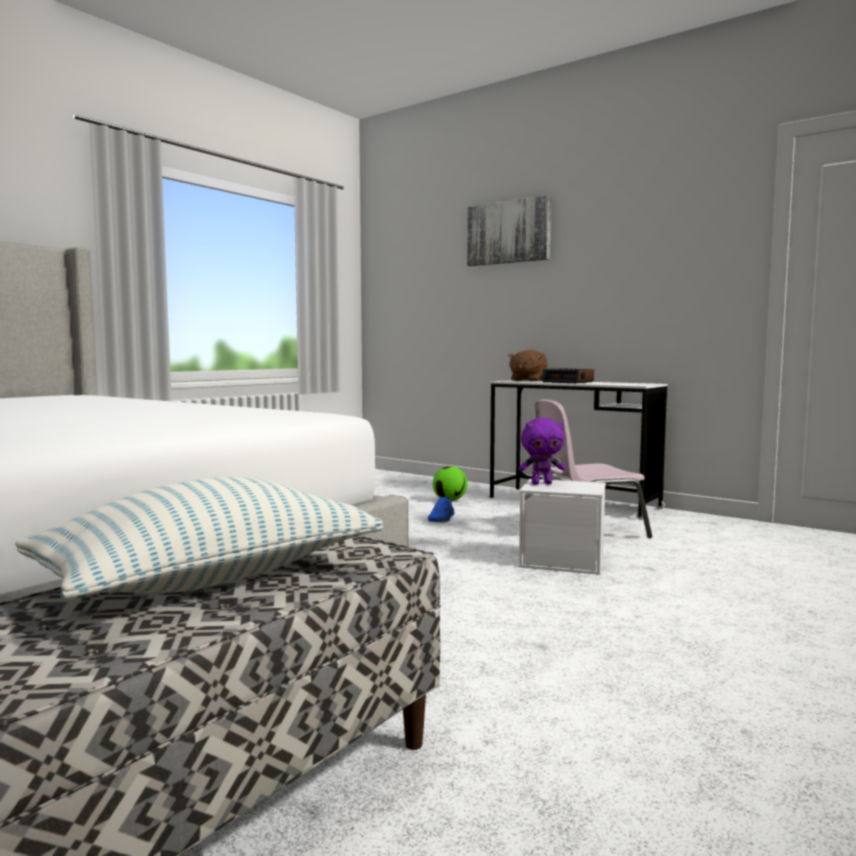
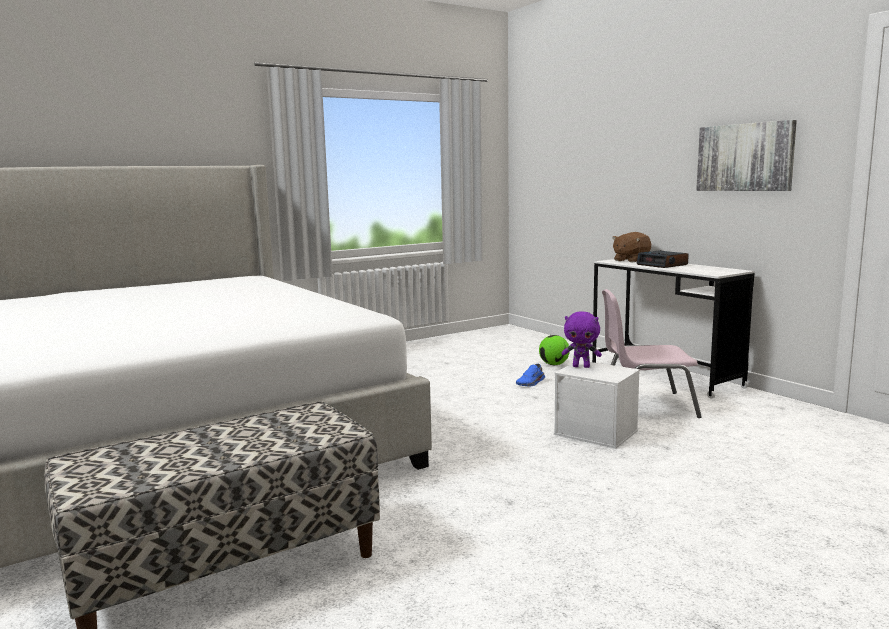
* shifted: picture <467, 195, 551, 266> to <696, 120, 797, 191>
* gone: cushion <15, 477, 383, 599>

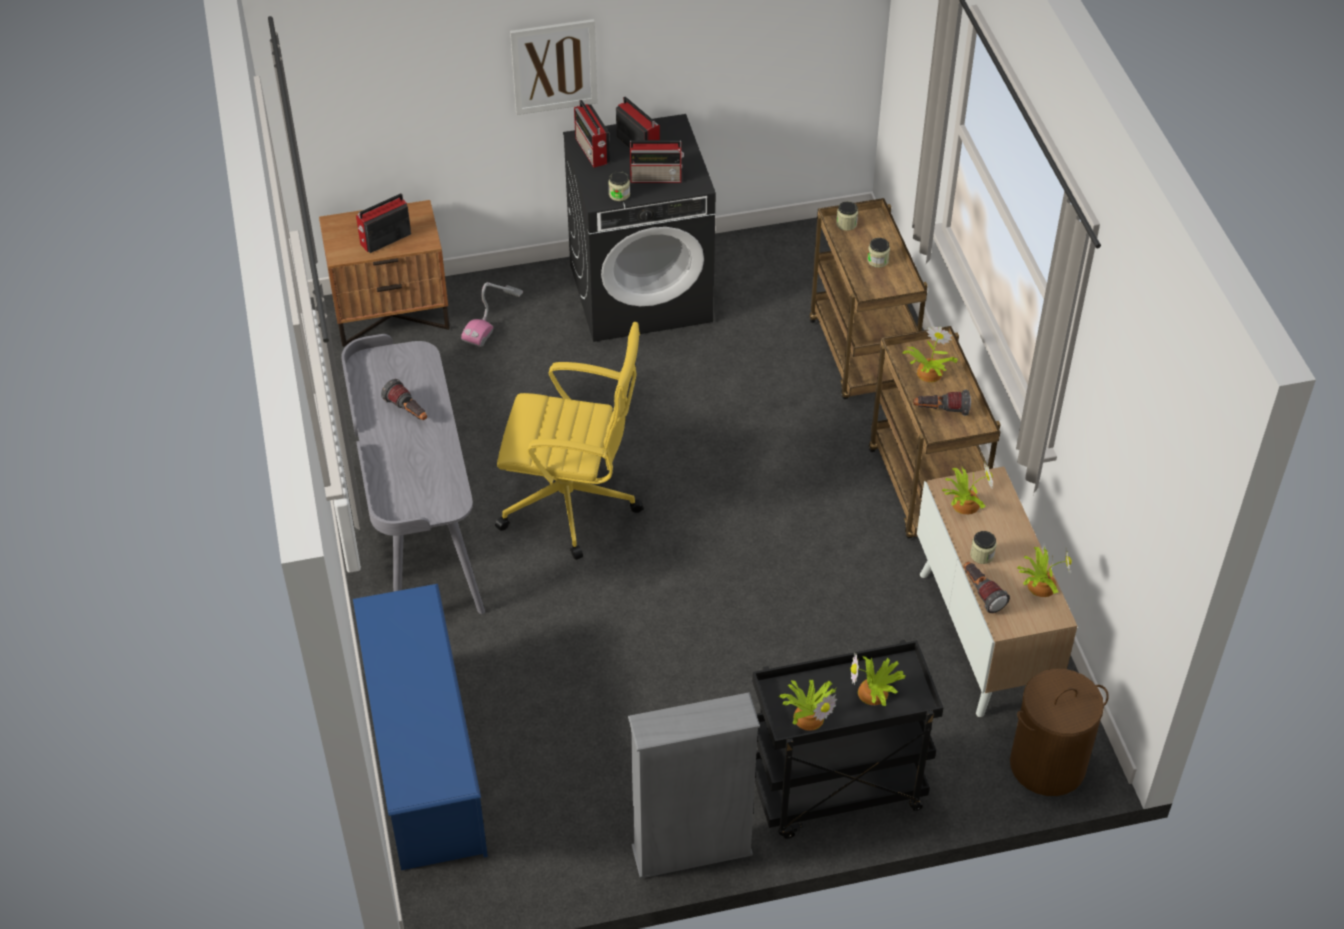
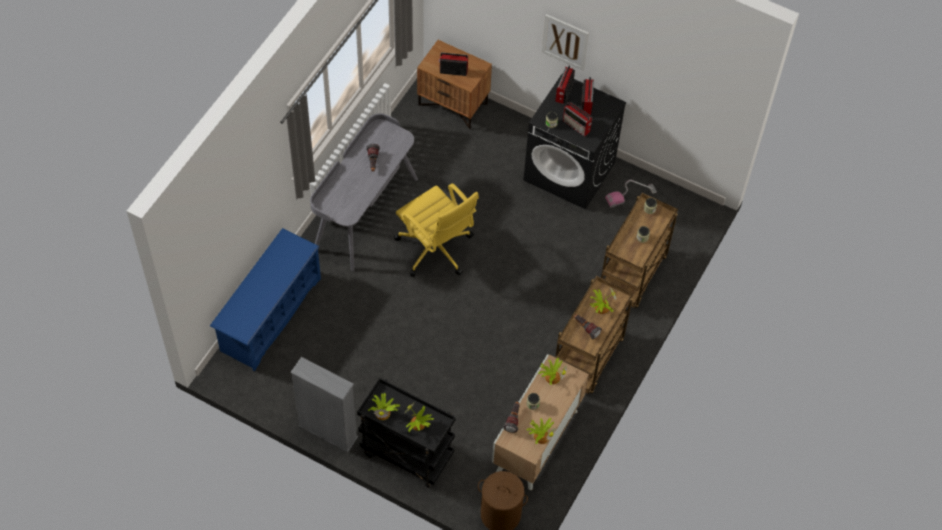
* shifted: vacuum cleaner <461, 282, 523, 347> to <605, 180, 657, 208>

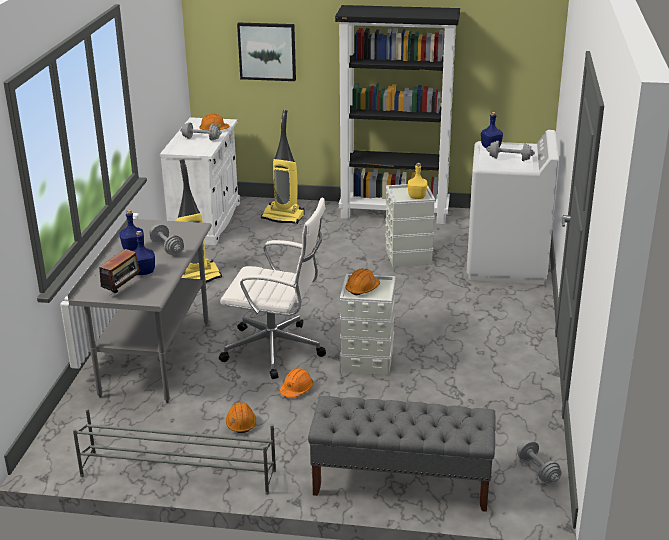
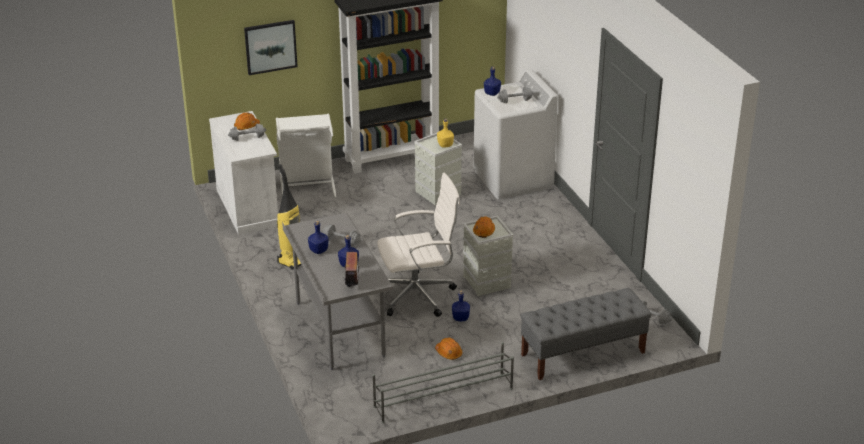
* swapped: vacuum cleaner <261, 110, 305, 224> to washing basket/whitish <276, 114, 336, 197>
* swapped: safety helmet/orange-coloured <280, 368, 313, 398> to beverage bottle/blue-coloured <452, 291, 470, 321>

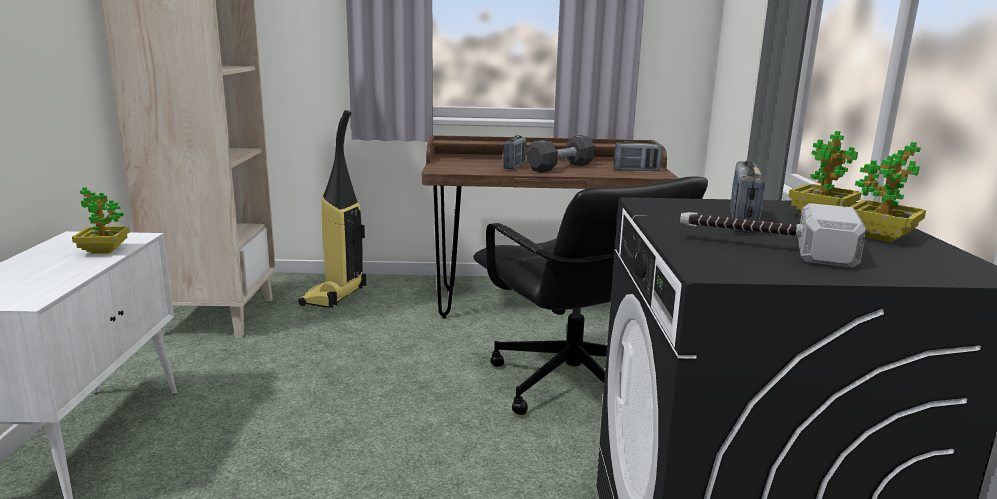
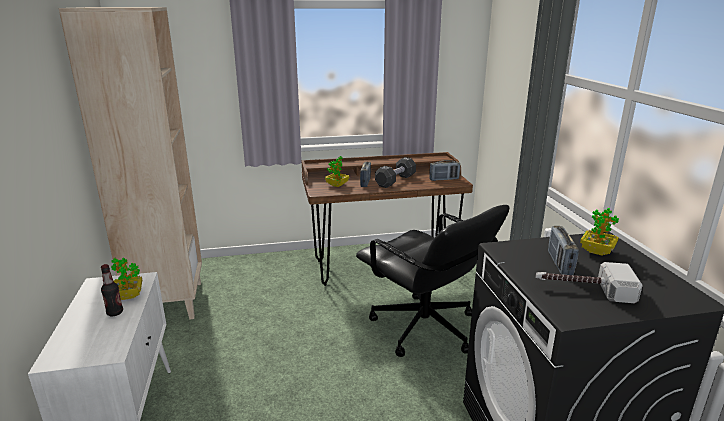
* gone: vacuum cleaner <298, 110, 366, 308>
* shifted: houseplant <850, 142, 926, 242> to <325, 156, 349, 187>
* new: beverage bottle <101, 264, 123, 316>

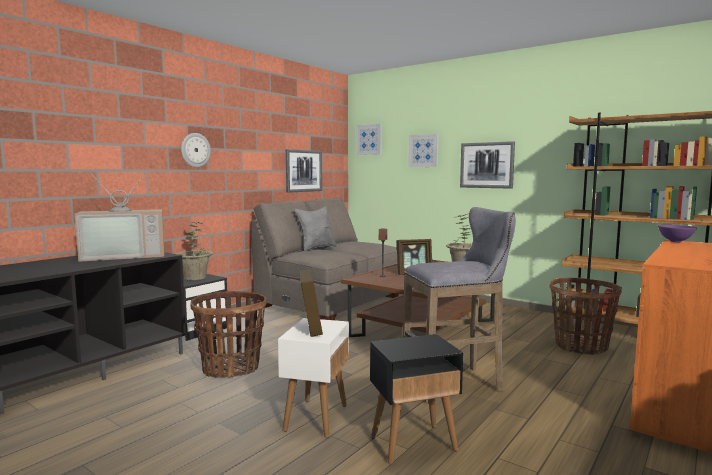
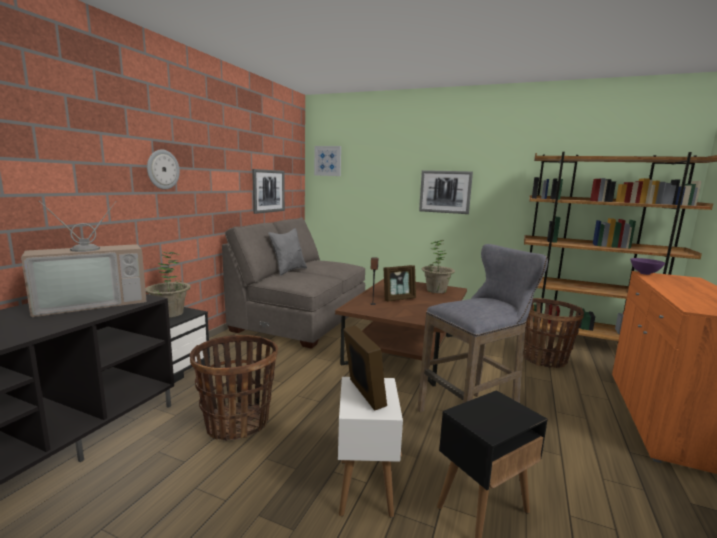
* gone: picture <408, 134, 439, 167>

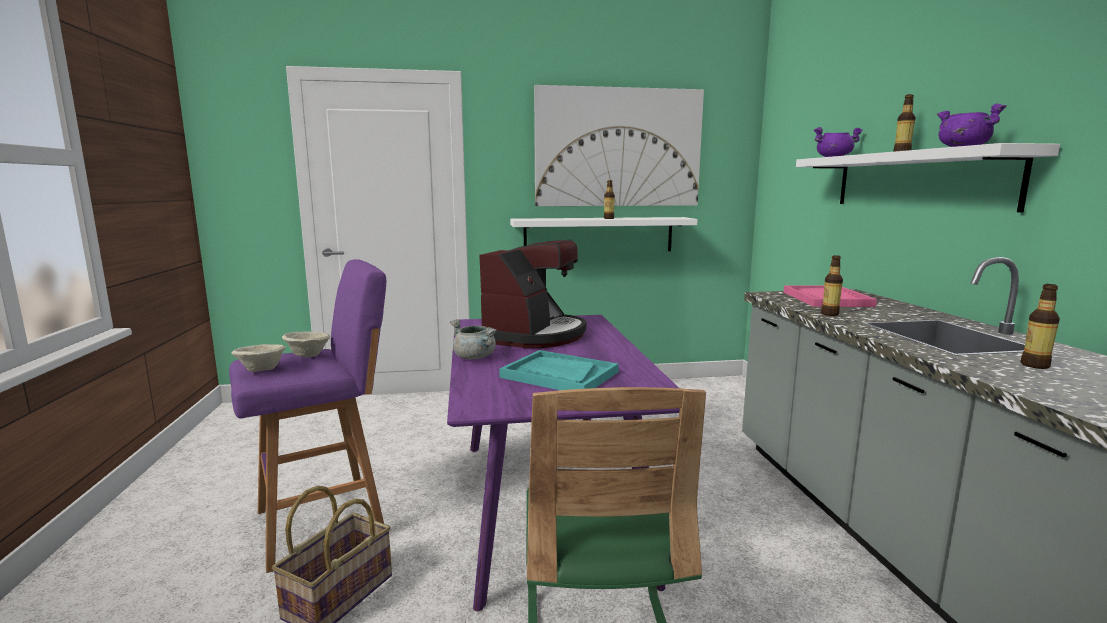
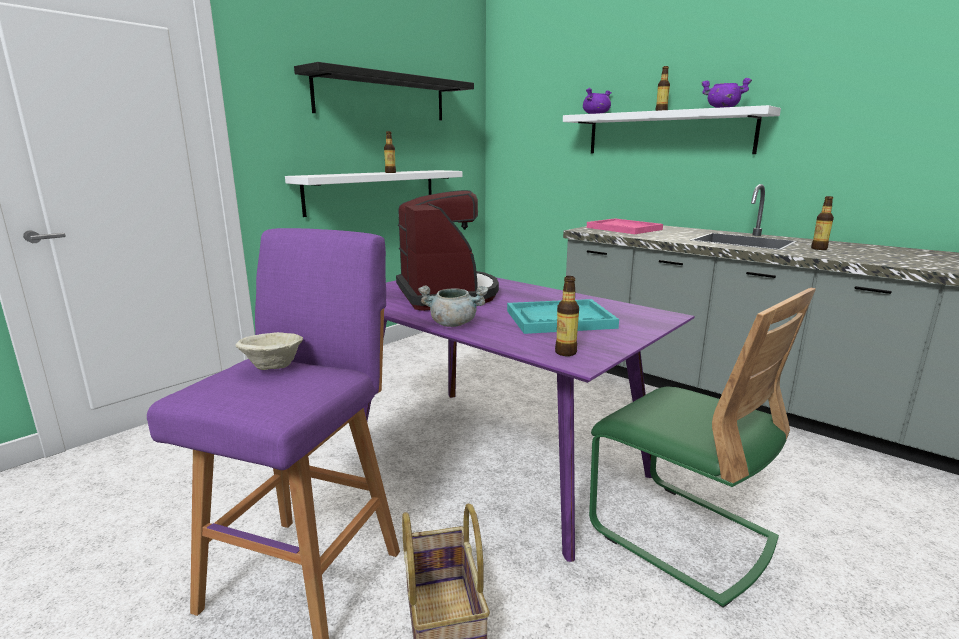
* swapped: picture <534, 85, 704, 206> to wall shelf/black-coloured <294, 62, 474, 120>
* shifted: beverage bottle <821, 255, 843, 316> to <555, 276, 579, 356>
* gone: bowl/beige <232, 344, 286, 372>

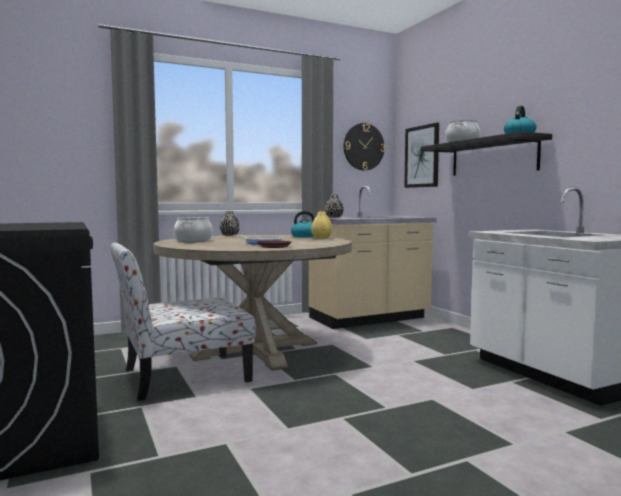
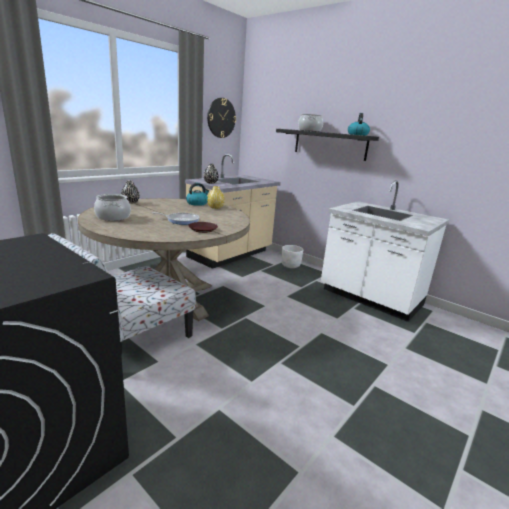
* gone: picture <404, 123, 439, 188>
* new: planter/whitish <281, 245, 303, 268>

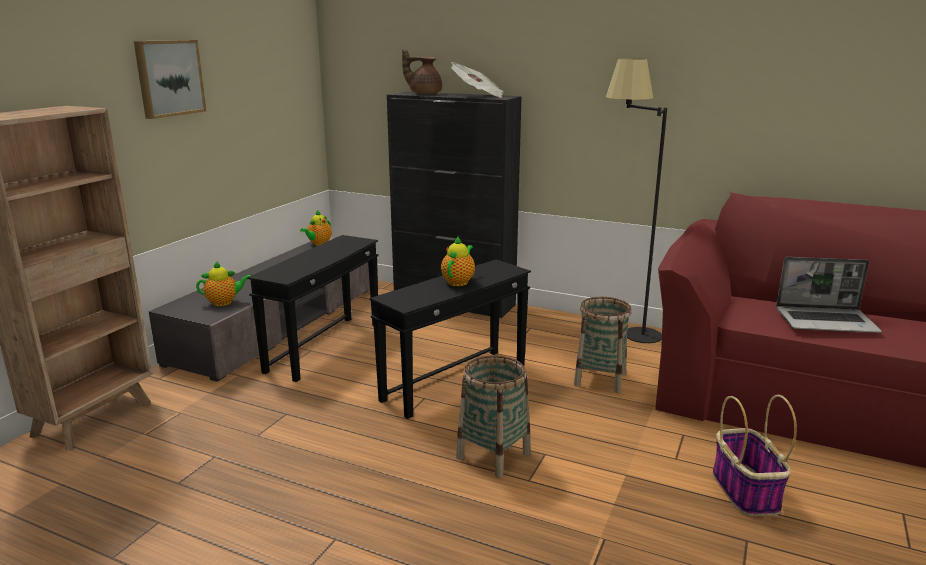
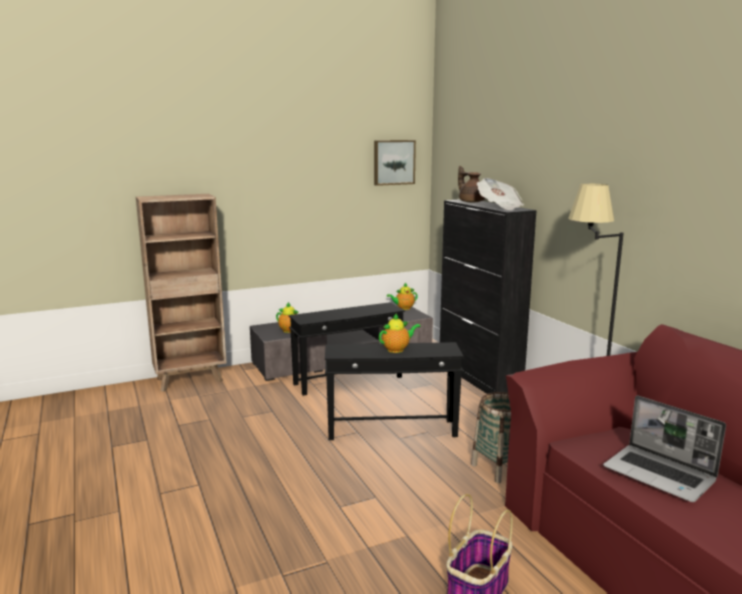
* shifted: picture <134, 40, 206, 119> to <374, 140, 416, 186>
* gone: household basket <456, 355, 531, 478>

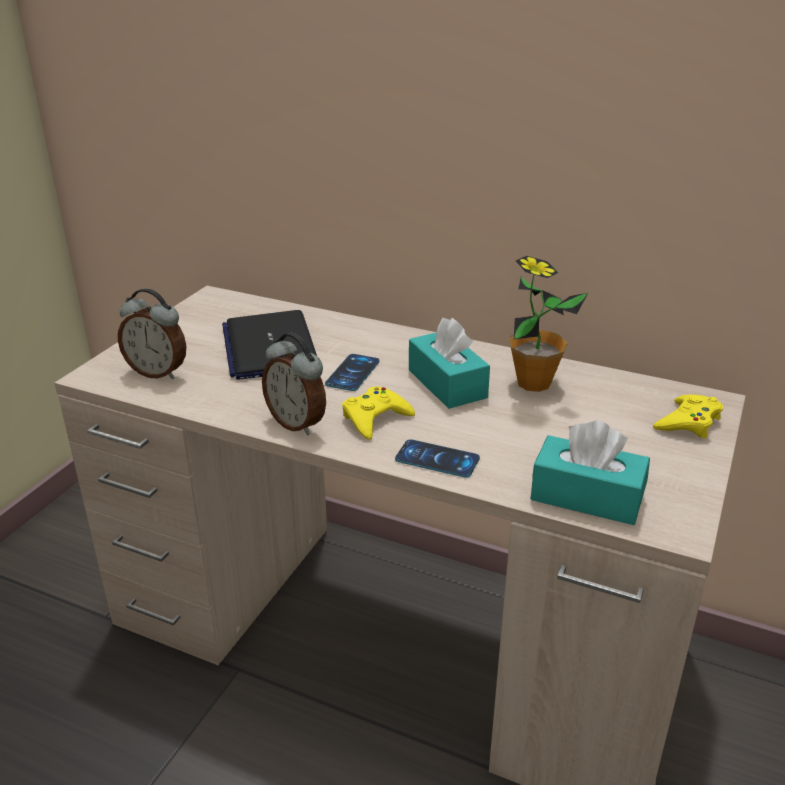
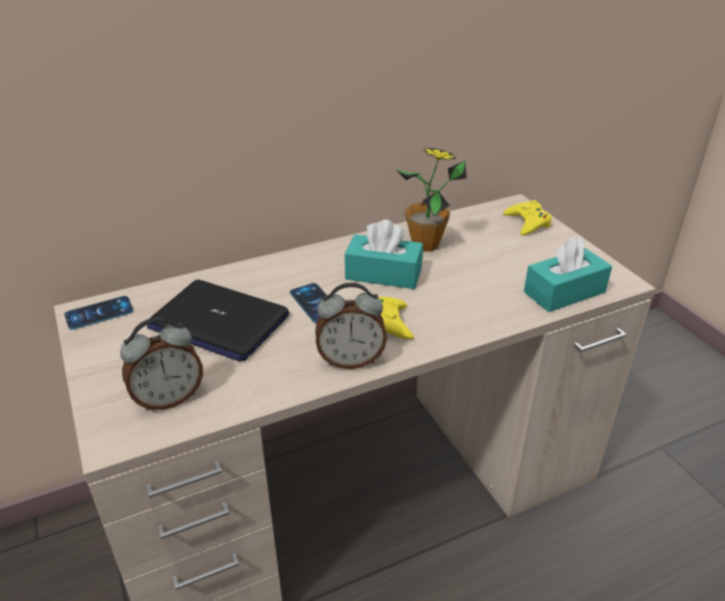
* shifted: phone <395, 439, 480, 477> to <64, 296, 134, 330>

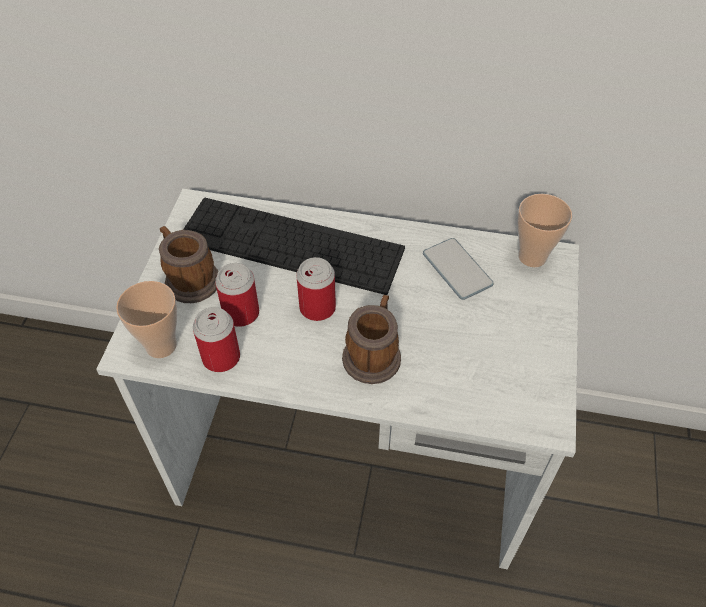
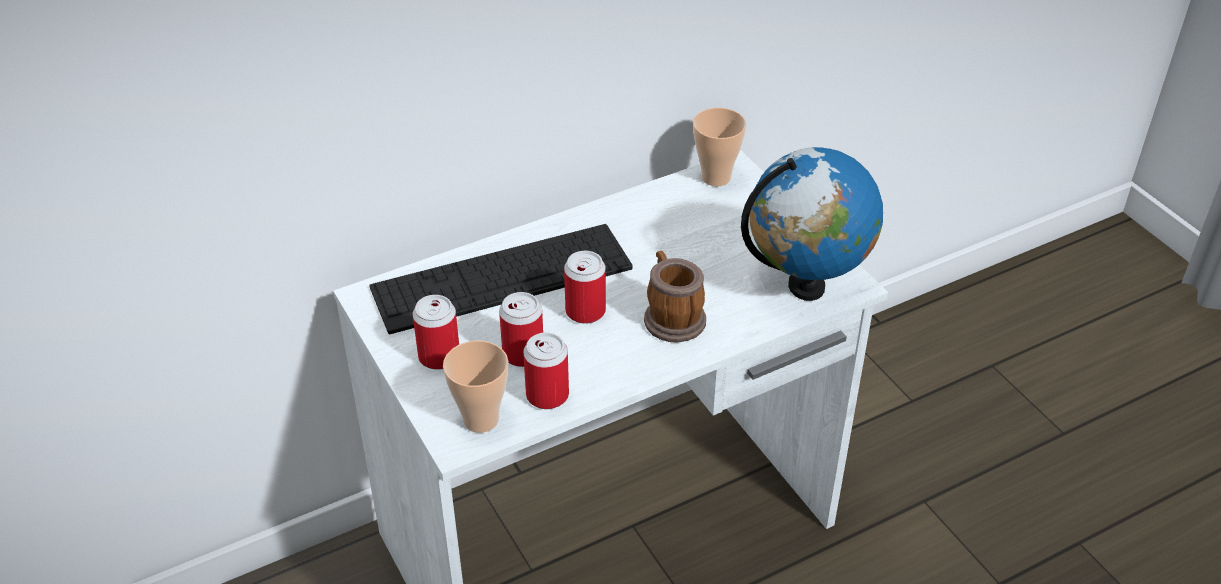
* swapped: coffee mug <159, 226, 218, 303> to can <413, 295, 459, 370>
* gone: phone <423, 238, 494, 300>
* new: world globe <741, 147, 883, 301>

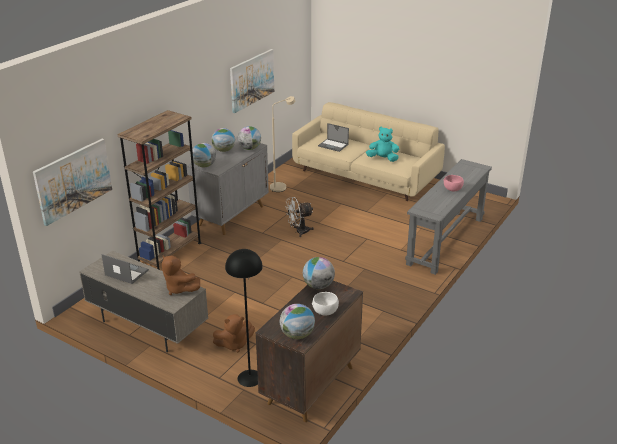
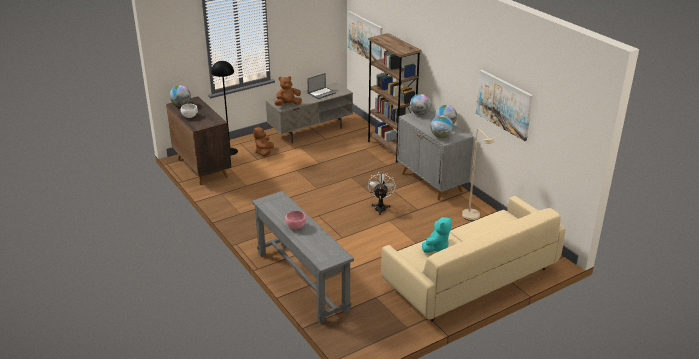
* gone: notebook computer <318, 123, 349, 152>
* gone: world globe <303, 257, 335, 289>

